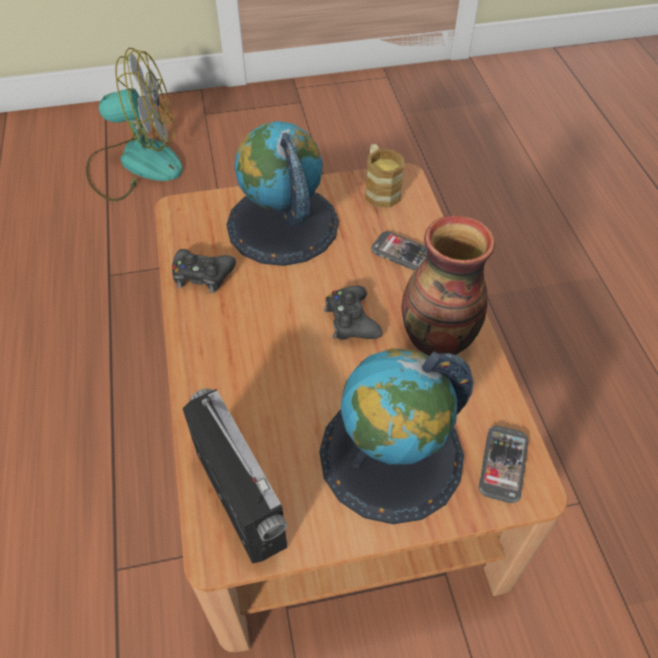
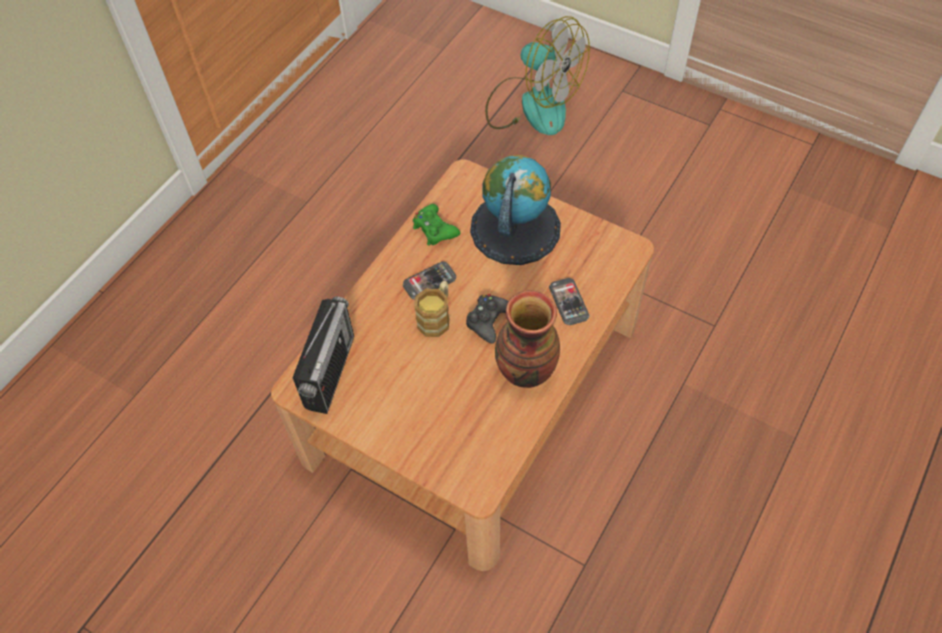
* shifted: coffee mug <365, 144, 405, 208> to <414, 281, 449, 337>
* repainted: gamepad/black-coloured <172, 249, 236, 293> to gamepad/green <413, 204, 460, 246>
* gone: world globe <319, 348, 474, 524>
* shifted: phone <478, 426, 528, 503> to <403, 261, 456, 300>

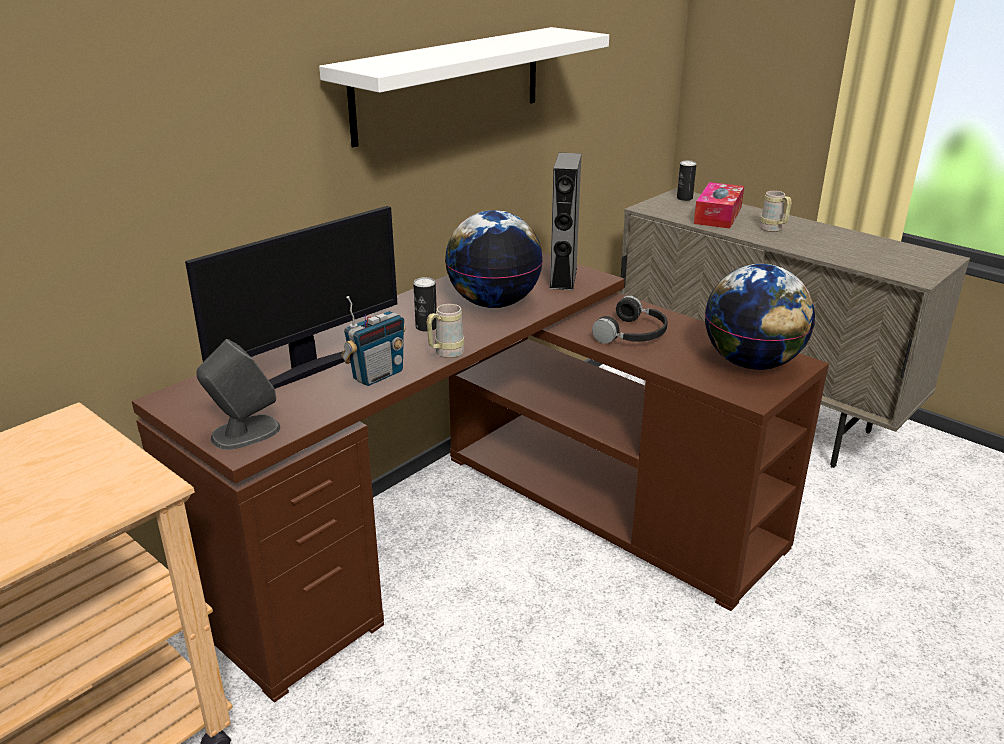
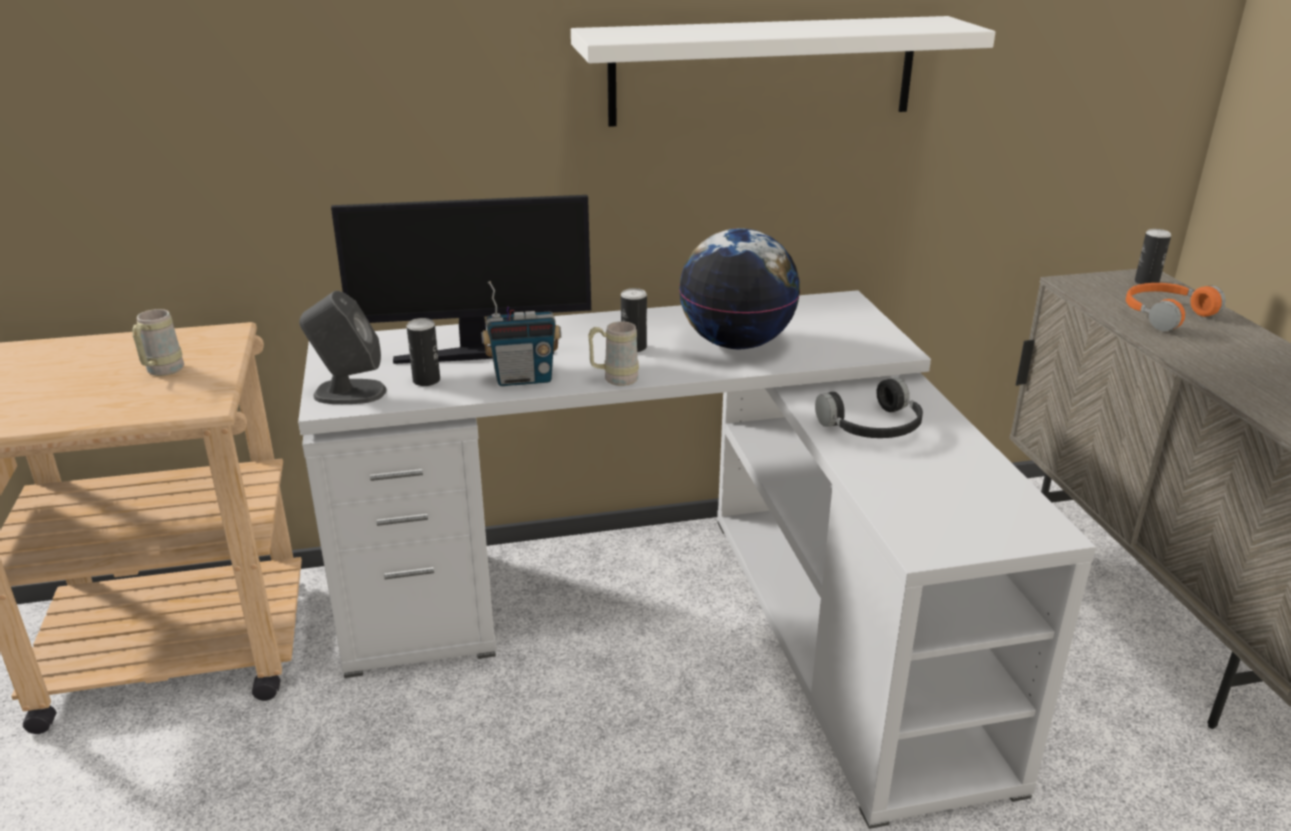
* gone: audio speaker/gray <549, 153, 582, 290>
* swapped: box of tissues <694, 182, 744, 229> to pair of headphones/orange-coloured <1126, 283, 1226, 331>
* shifted: coffee mug/beige <760, 191, 792, 232> to <133, 309, 184, 376>
* repainted: desk/brown-coloured <132, 252, 829, 703> to desk/whitish <298, 290, 1096, 829>
* gone: world globe <705, 264, 815, 370>
* new: can <407, 318, 440, 386>

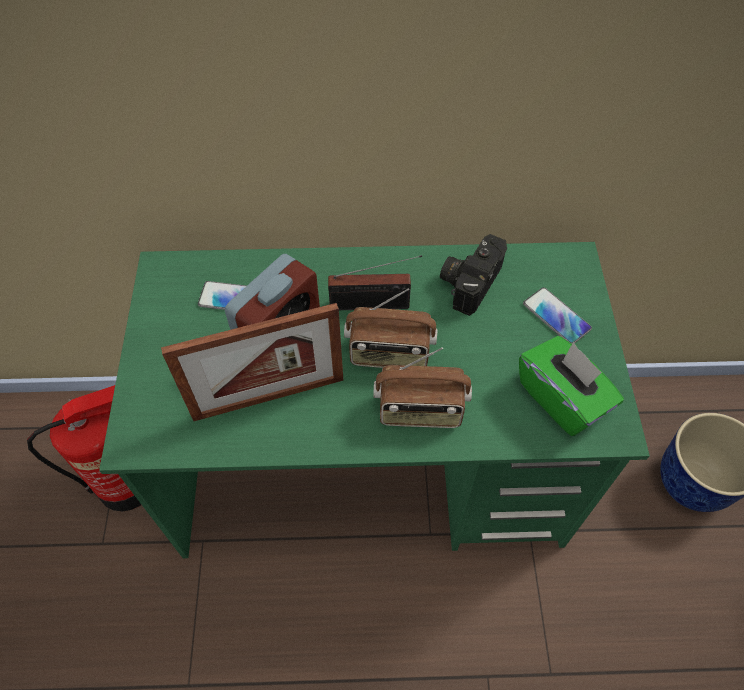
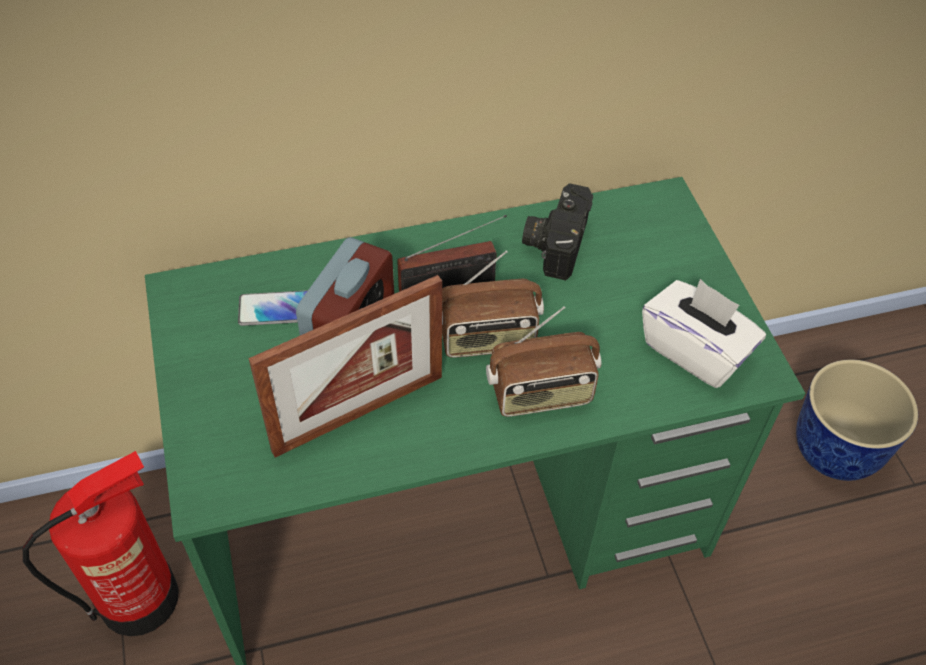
* gone: phone <523, 287, 592, 344>
* repainted: box of tissues/green <519, 336, 624, 436> to box of tissues/whitish <642, 279, 766, 388>

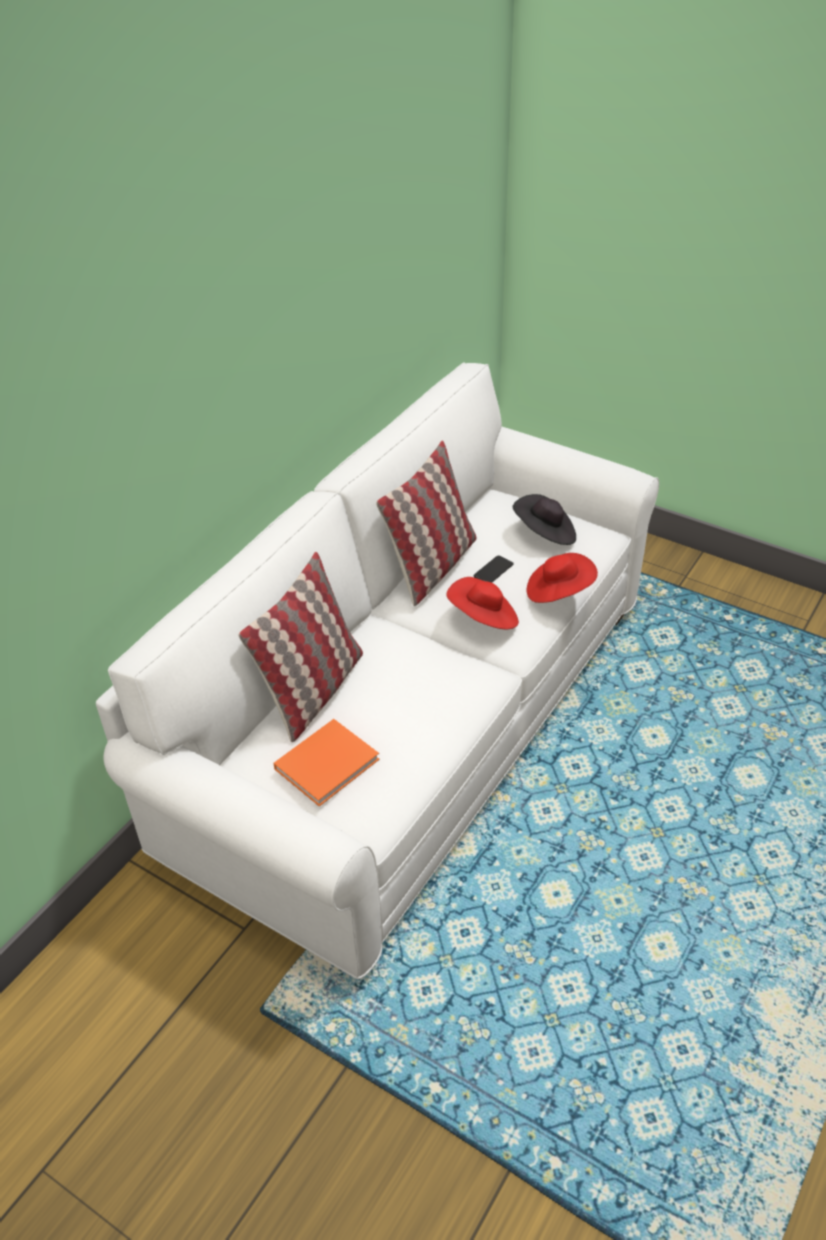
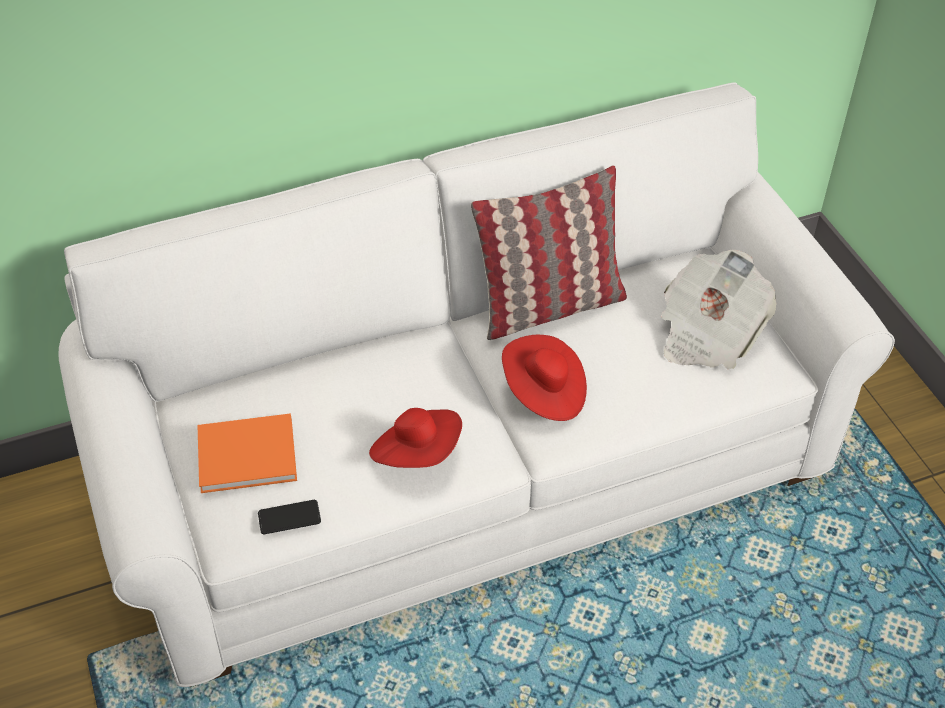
* swapped: hat/black-coloured <513, 494, 576, 545> to printed paper <661, 250, 777, 369>
* gone: cushion <238, 552, 363, 742>
* shifted: hat/red-coloured <527, 553, 598, 603> to <369, 408, 462, 468>
* shifted: phone <473, 556, 514, 582> to <258, 500, 321, 534>

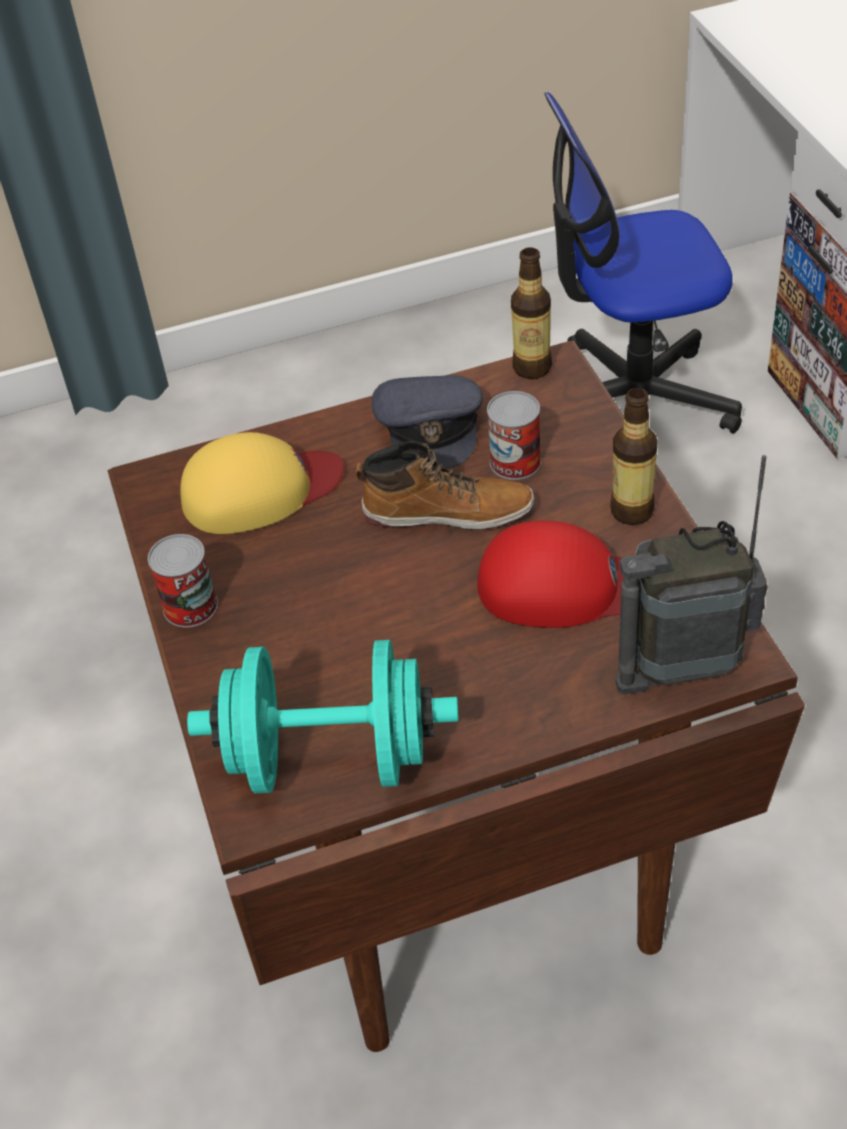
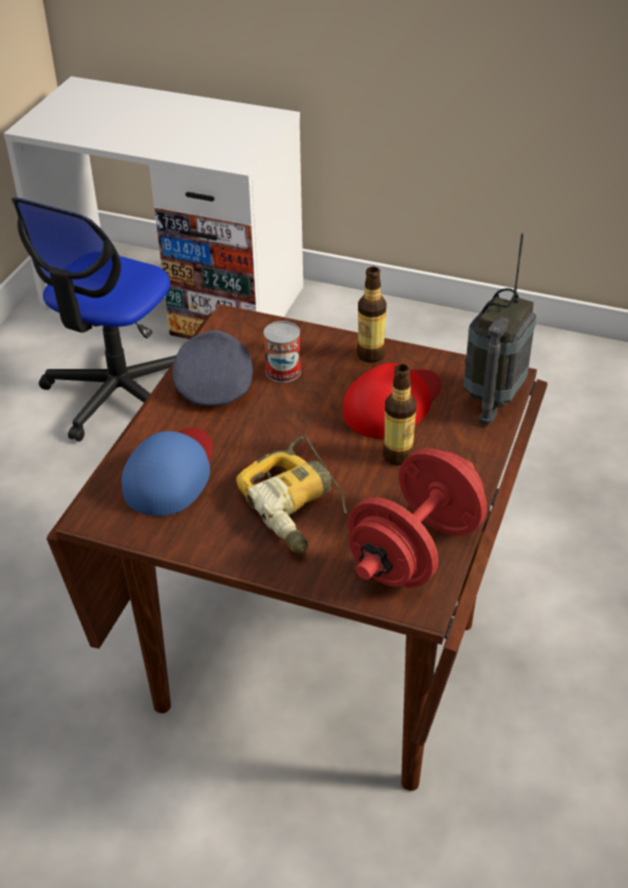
* shifted: beverage bottle <511, 247, 552, 379> to <383, 364, 417, 465>
* rotated: peaked cap/gray <372, 375, 483, 469> = <173, 330, 253, 407> 120 degrees counterclockwise
* repainted: peaked cap/yellow-coloured <180, 432, 344, 534> to peaked cap/blue-coloured <121, 428, 213, 516>
* gone: tall boot <356, 441, 534, 530>
* gone: can <148, 534, 218, 628>
* repainted: dumbbell/turquoise <187, 640, 459, 793> to dumbbell/red-coloured <348, 448, 487, 587>
* new: electric drill <236, 435, 347, 554>

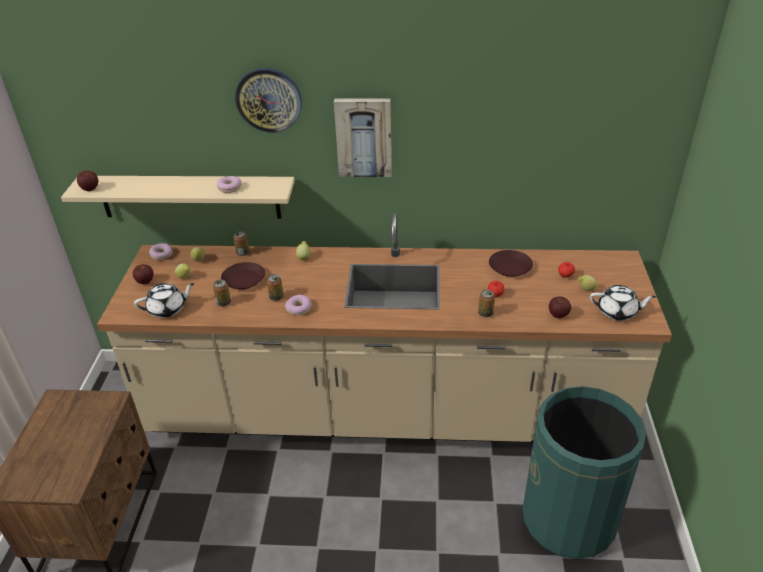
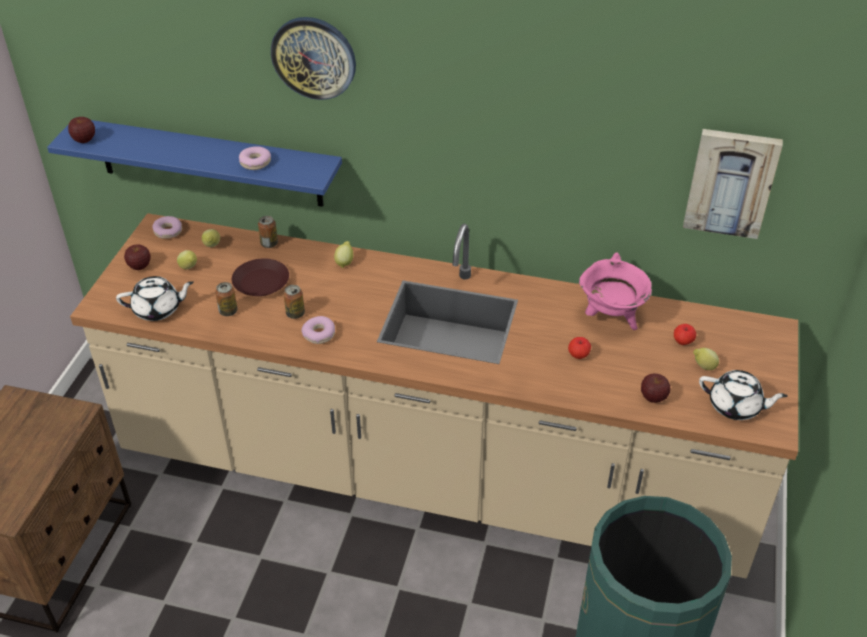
* shifted: picture <334, 98, 392, 177> to <683, 129, 783, 239>
* repainted: wall shelf/beige <61, 176, 295, 219> to wall shelf/blue-coloured <47, 120, 342, 207>
* swapped: flat dish/brown-coloured <489, 250, 533, 277> to cooking pot/pink-coloured <579, 252, 652, 330>
* gone: can <478, 290, 495, 317>

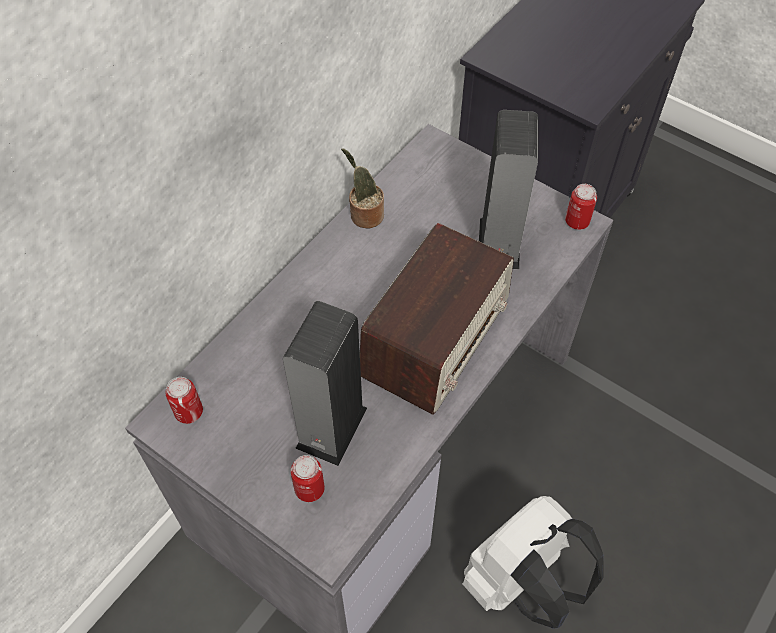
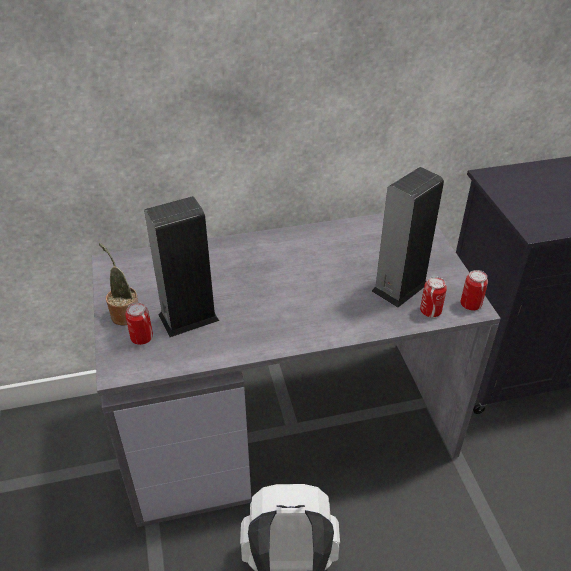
* shifted: houseplant <341, 148, 384, 229> to <99, 243, 138, 326>
* gone: radio set <360, 223, 514, 415>
* shifted: can <165, 377, 203, 424> to <420, 276, 447, 317>

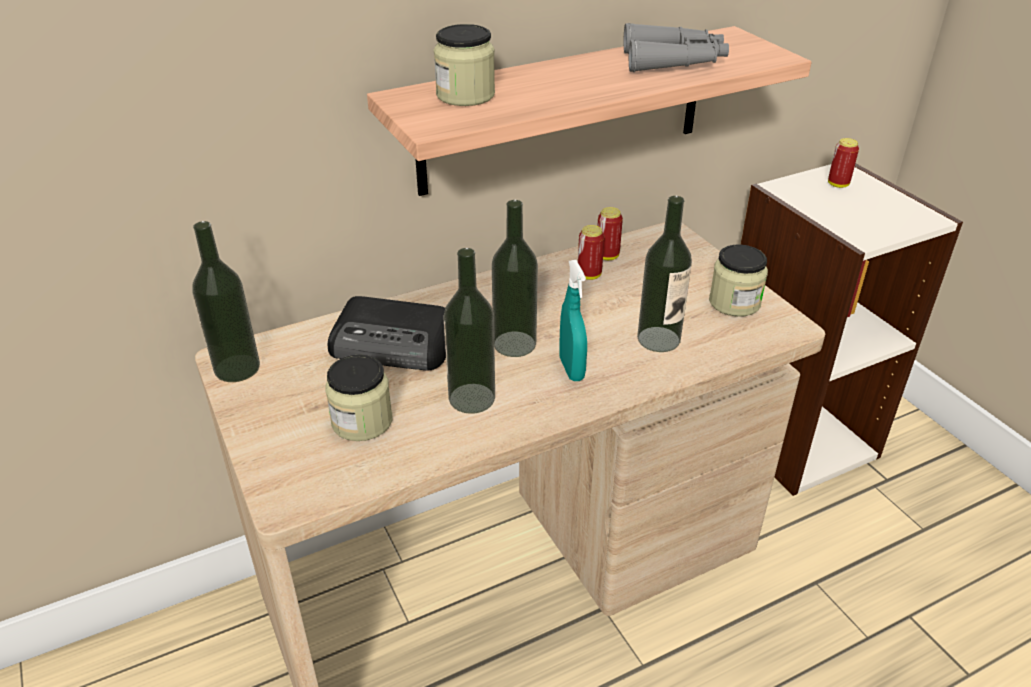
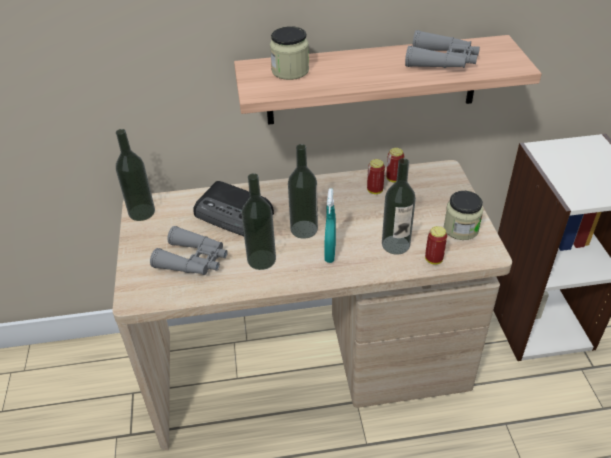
* shifted: can <828, 138, 859, 188> to <425, 226, 447, 264>
* swapped: jar <325, 355, 392, 441> to field glasses/gray <150, 226, 228, 275>

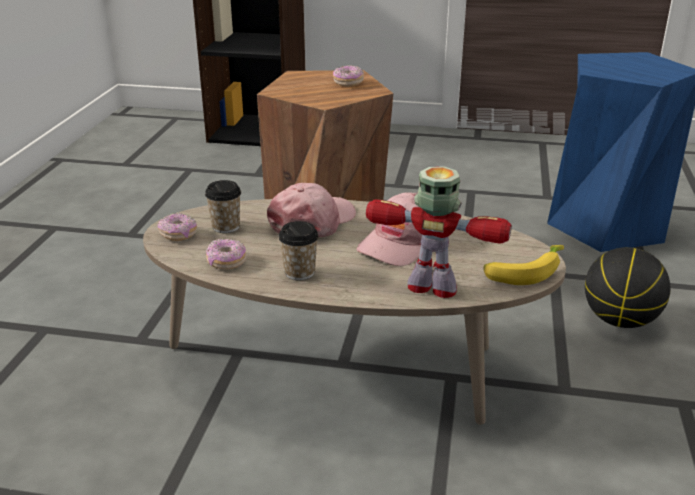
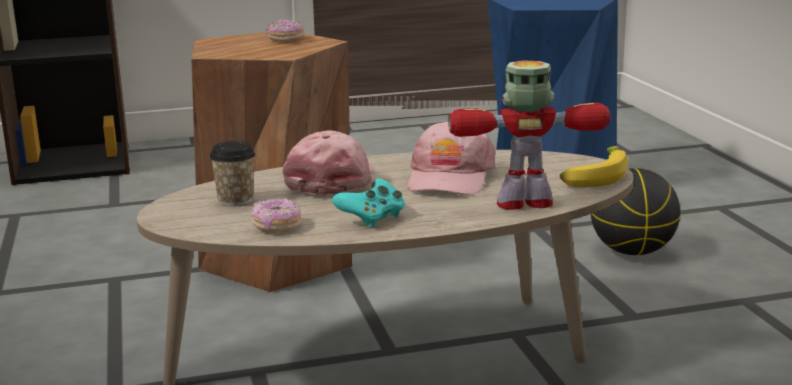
* gone: doughnut <158, 213, 197, 241>
* swapped: small cup <278, 221, 319, 280> to gamepad/turquoise <332, 178, 405, 228>

